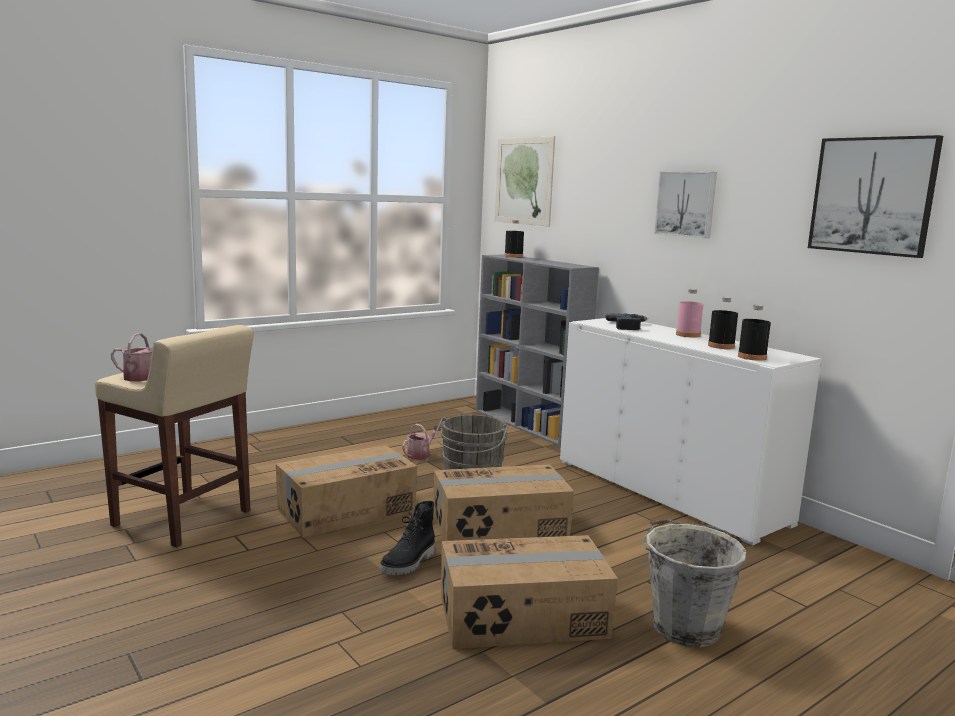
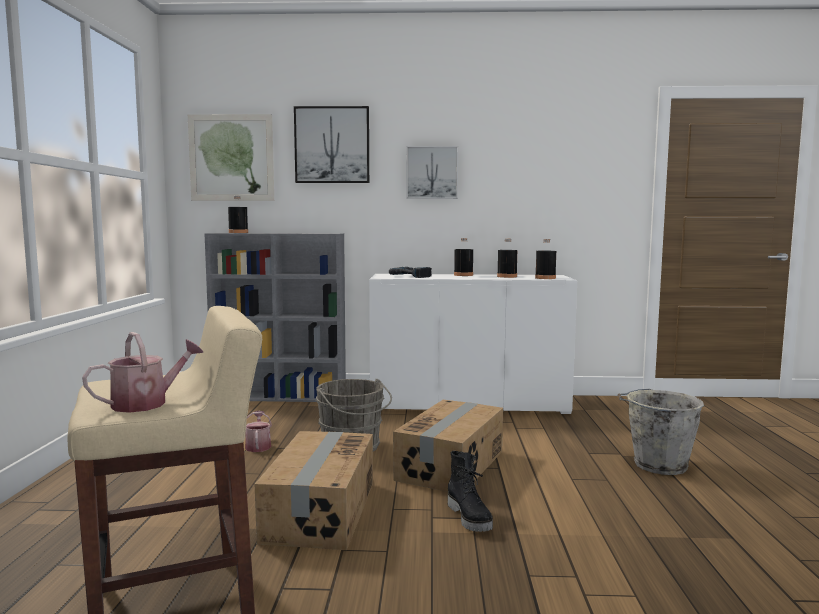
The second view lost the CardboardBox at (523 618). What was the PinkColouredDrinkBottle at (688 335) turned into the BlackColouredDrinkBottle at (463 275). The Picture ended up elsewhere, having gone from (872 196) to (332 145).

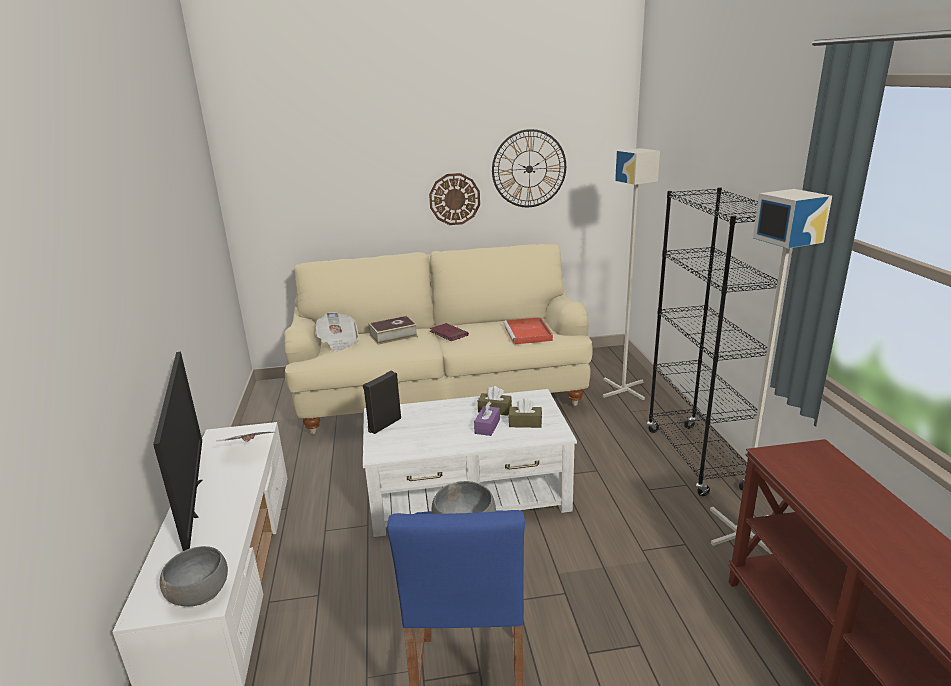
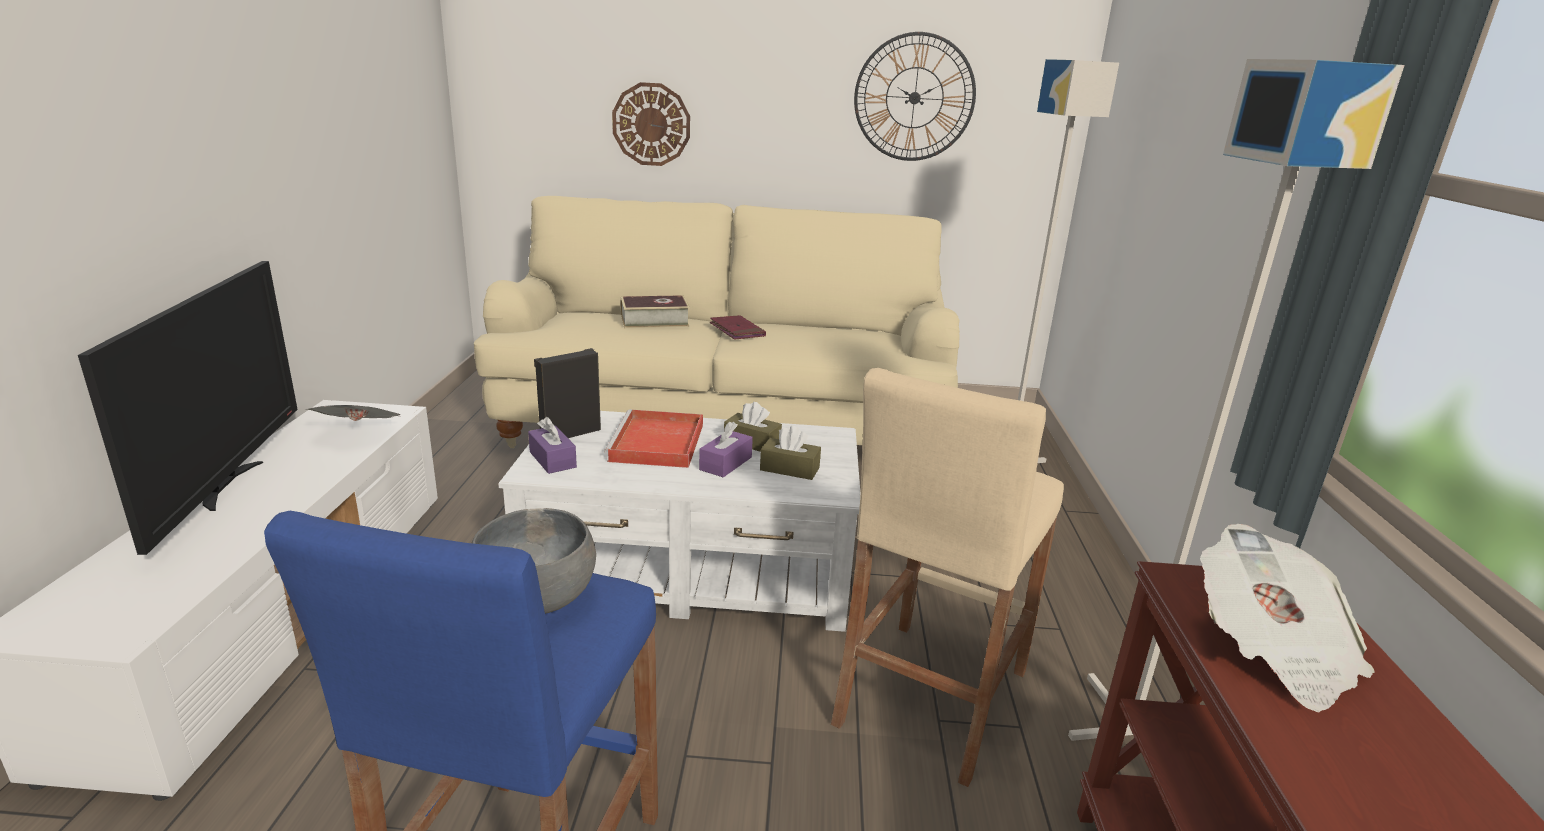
The second view lost the GreyishDeepDish at (199 594). The Newspaper ended up elsewhere, having gone from (338 342) to (1272 651). The HangingClock ended up elsewhere, having gone from (454 199) to (651 124). The RedServingTray ended up elsewhere, having gone from (528 333) to (657 444). The second view lost the BlackColouredBookcase at (695 459). The second view gained the PurpleColouredTissueHolder at (552 459). The second view gained the BeigeStoolSeat at (930 697).

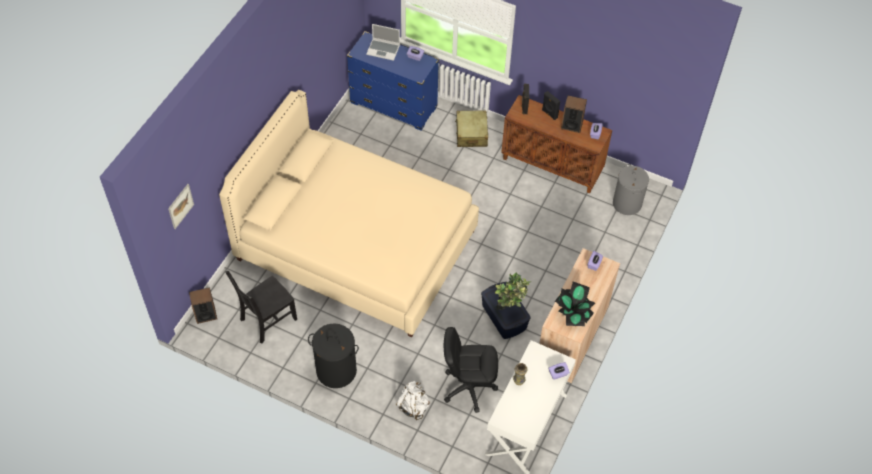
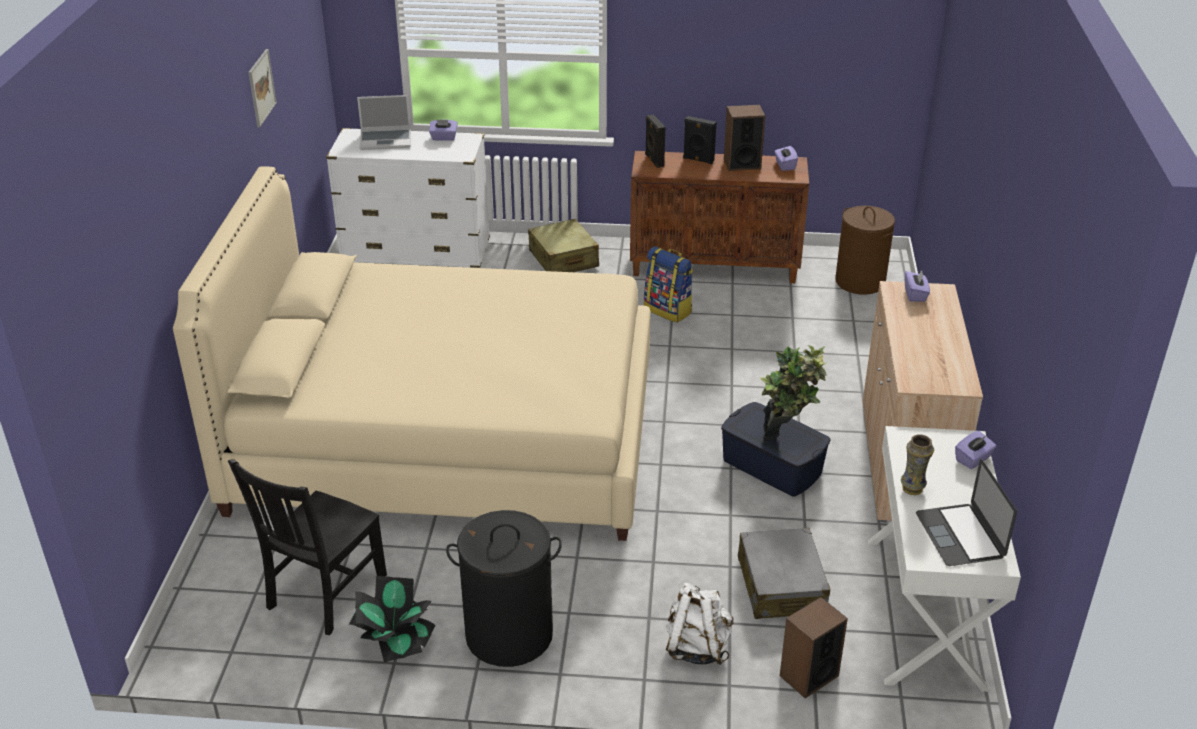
The Picture ended up elsewhere, having gone from (180 206) to (261 88). The Loudspeaker ended up elsewhere, having gone from (205 314) to (808 675). What was the BluishChestOfDrawers at (394 105) turned into the WhiteColouredChestOfDrawers at (416 255). Where the BlackColouredDeskChair stood at (468 387), the GreyishPieceOfLuggage came to stand at (781 585). The PottedPlant ended up elsewhere, having gone from (573 313) to (396 641). What was the GreyishLaundryBasket at (627 203) turned into the BrownColouredLaundryBasket at (859 281). The second view gained the Backpack at (668 310). The second view gained the NotebookComputer at (960 535).

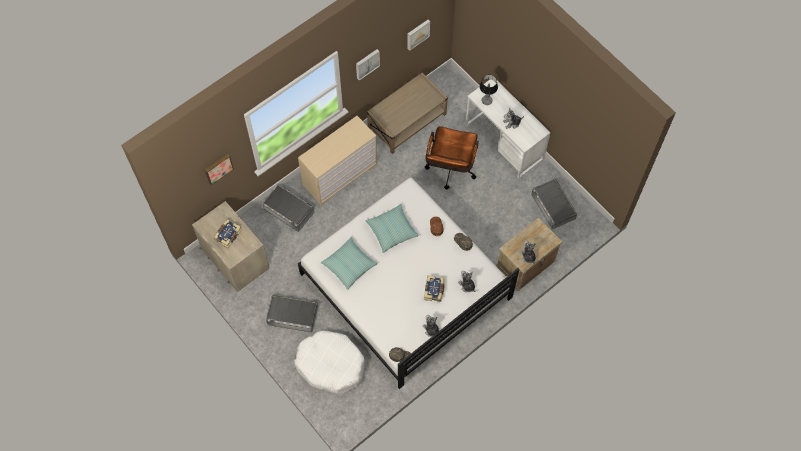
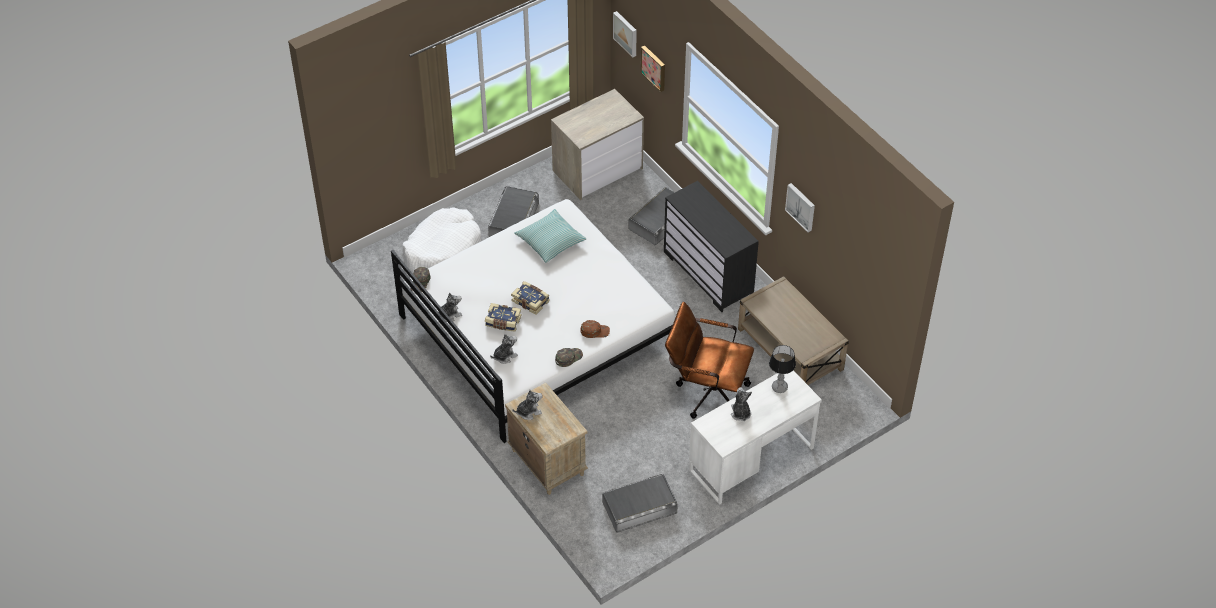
The Volume ended up elsewhere, having gone from (227 235) to (531 301). What was the BeigeChestOfDrawers at (340 174) turned into the BlackColouredChestOfDrawers at (708 273). The second view lost the ThrowPillow at (392 230). The Picture ended up elsewhere, having gone from (417 34) to (626 33).

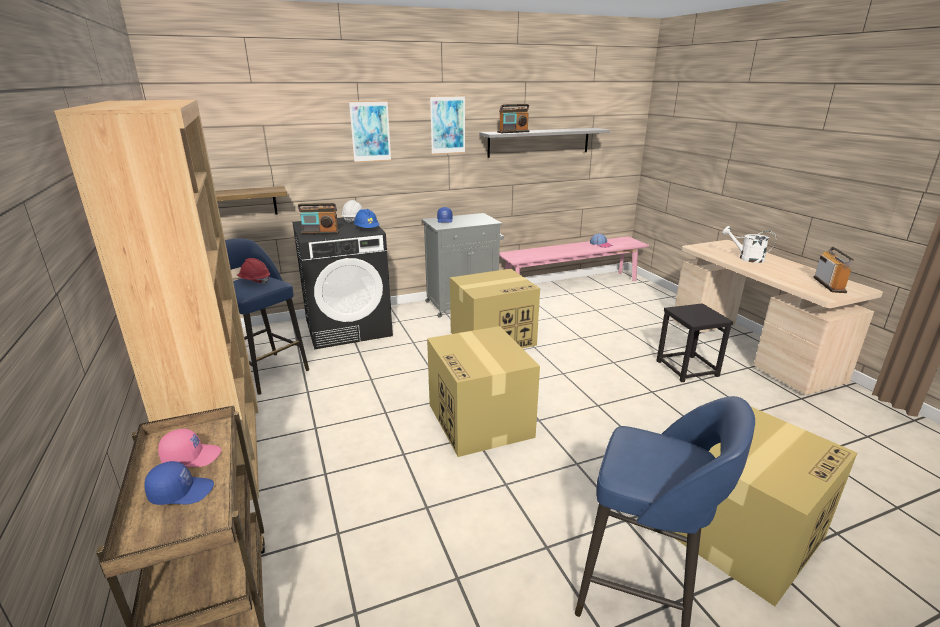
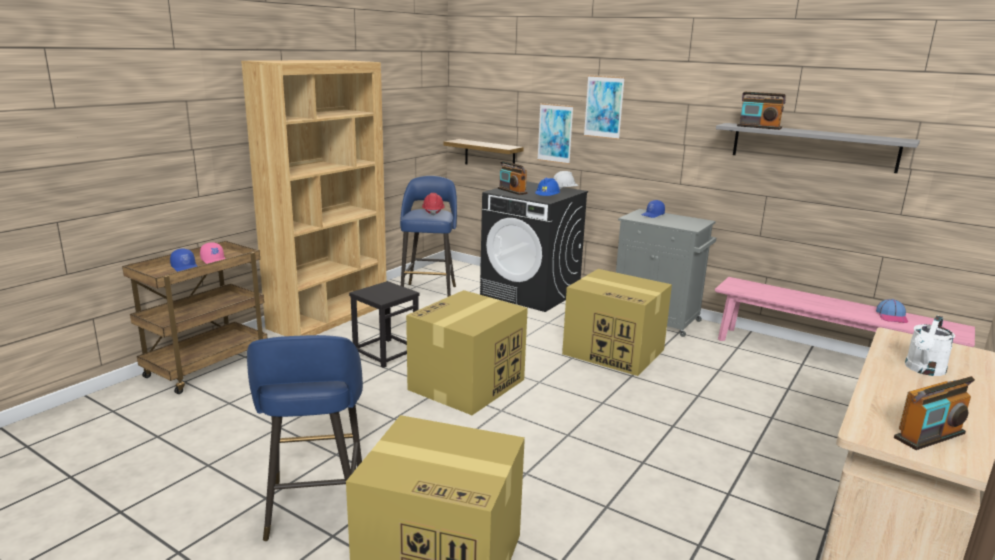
The Picture ended up elsewhere, having gone from (447 125) to (555 133). The BlackColouredStoolSeat ended up elsewhere, having gone from (686 368) to (385 353). The WhiteColouredSprinklingCan at (746 258) ended up facing another way, 135 degrees counterclockwise from before.

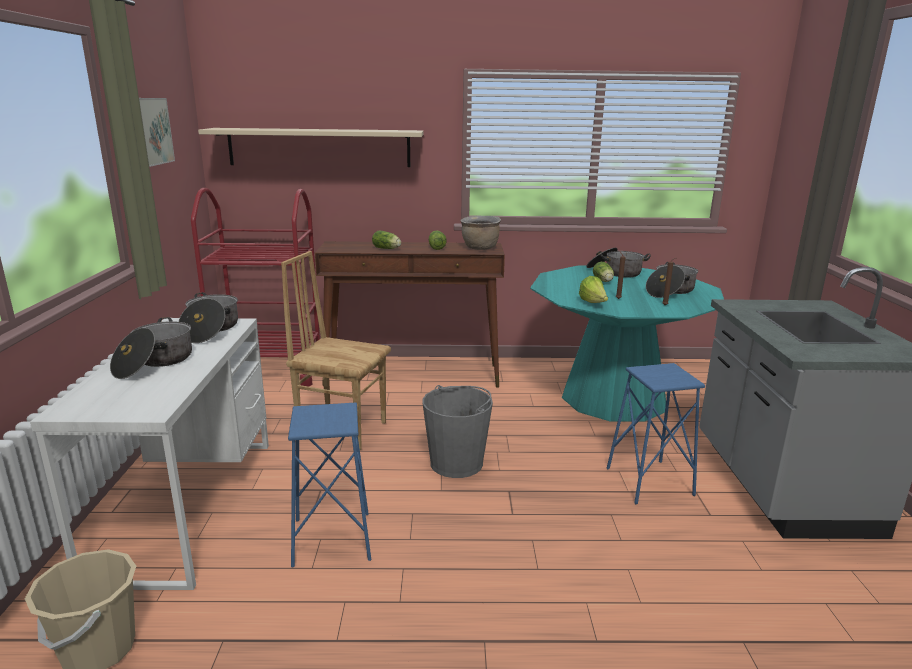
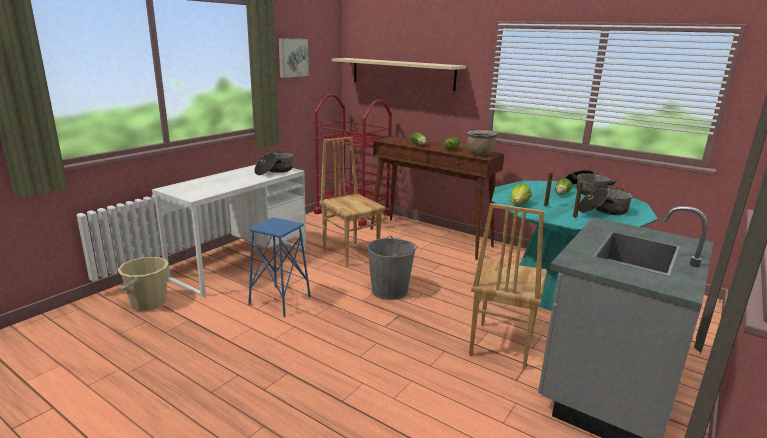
The second view lost the Saucepot at (154 363). Where the BluishStoolSeat stood at (649 482), the BrownColouredChair came to stand at (500 345).

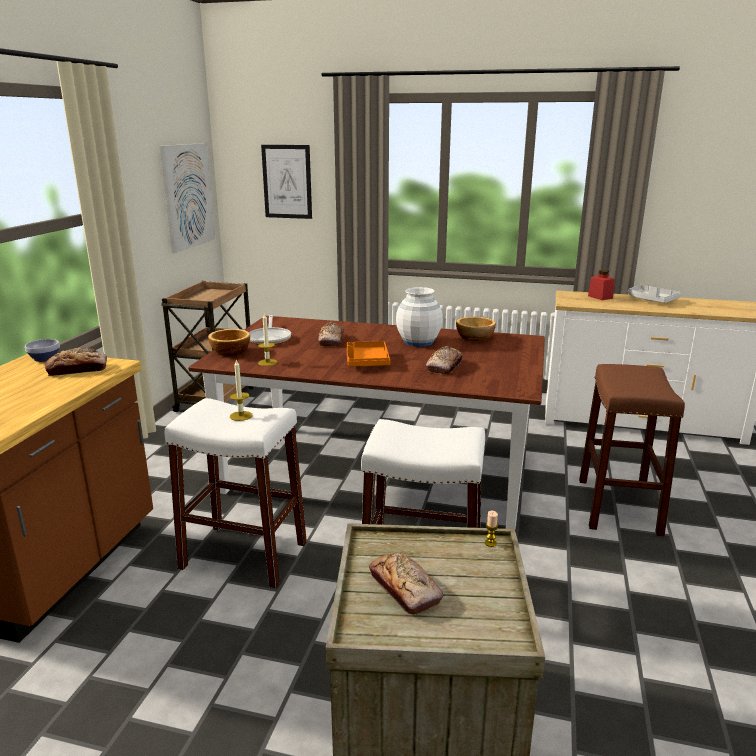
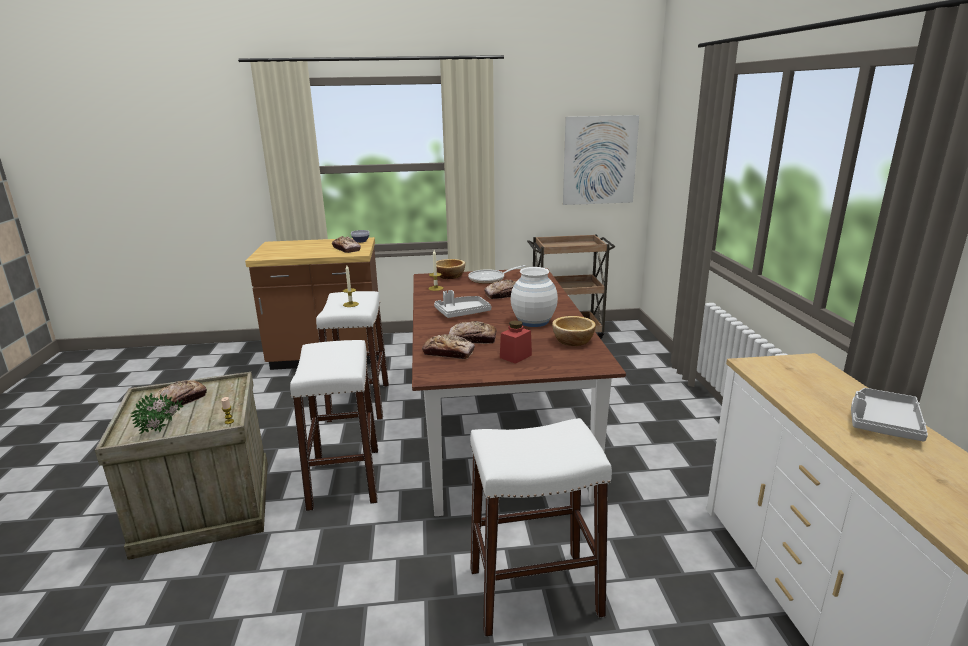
The second view lost the Picture at (287 182). What was the OrangeServingTray at (367 361) turned into the GreyishServingTray at (462 313). What was the BrownColouredStoolSeat at (618 506) turned into the WhiteColouredStoolSeat at (534 591). The RedPreserveJar ended up elsewhere, having gone from (600 297) to (515 356). The second view gained the PottedPlant at (163 429). The second view gained the Bread at (448 353).

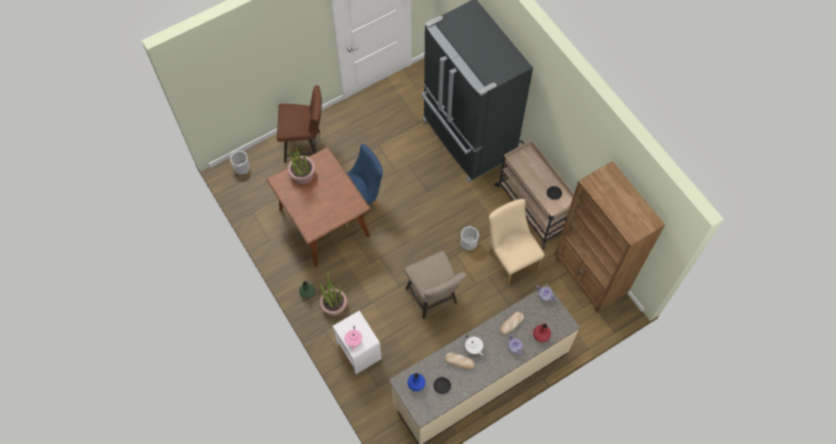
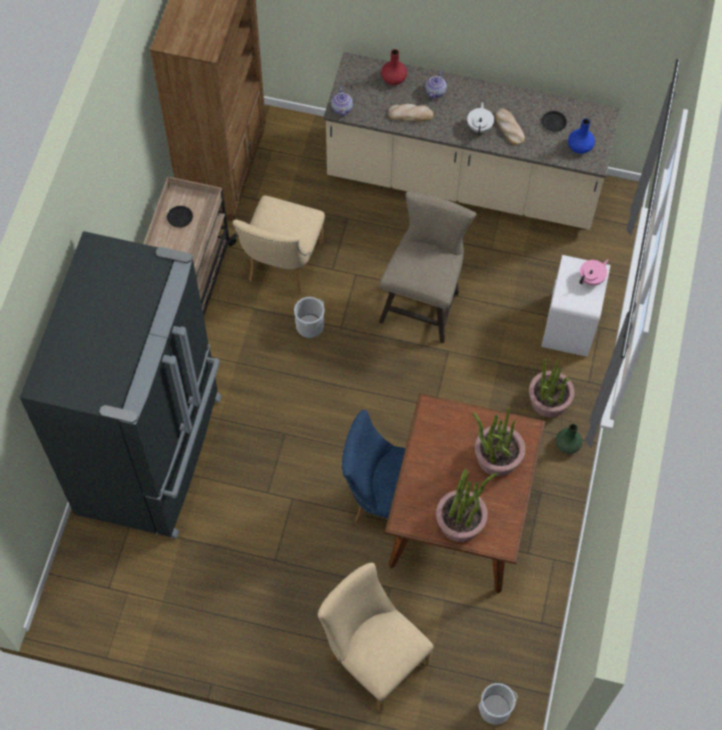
Where the BrownColouredStoolSeat stood at (305 146), the BeigeChair came to stand at (373 656). The second view gained the PottedPlant at (497 457).

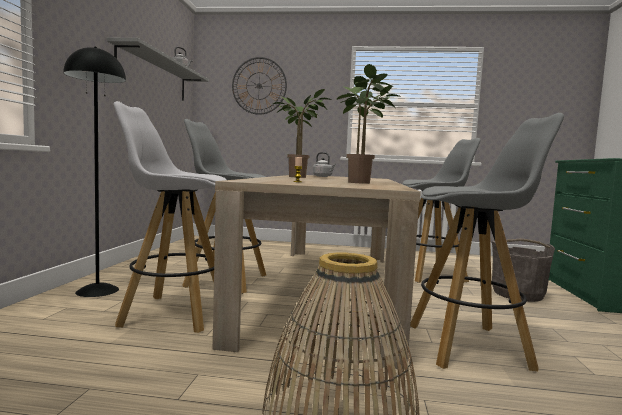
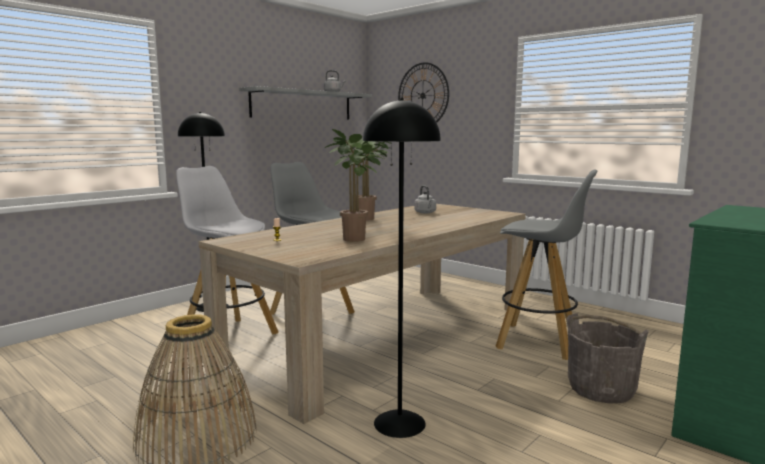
Where the GreyishStoolSeat stood at (469 346), the BlackColouredStandingLamp came to stand at (399 423).

